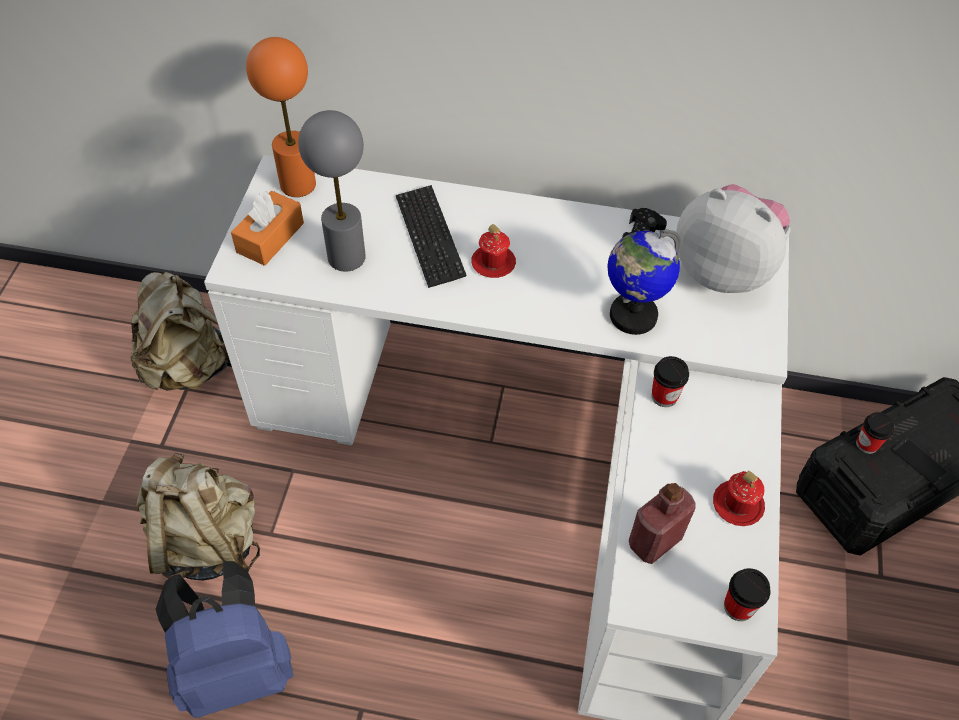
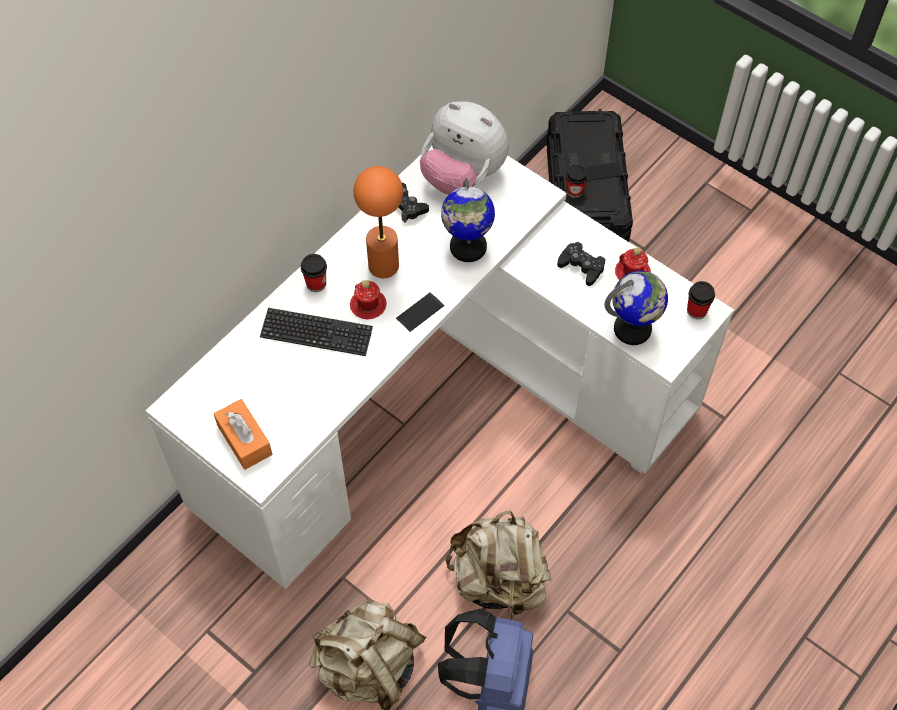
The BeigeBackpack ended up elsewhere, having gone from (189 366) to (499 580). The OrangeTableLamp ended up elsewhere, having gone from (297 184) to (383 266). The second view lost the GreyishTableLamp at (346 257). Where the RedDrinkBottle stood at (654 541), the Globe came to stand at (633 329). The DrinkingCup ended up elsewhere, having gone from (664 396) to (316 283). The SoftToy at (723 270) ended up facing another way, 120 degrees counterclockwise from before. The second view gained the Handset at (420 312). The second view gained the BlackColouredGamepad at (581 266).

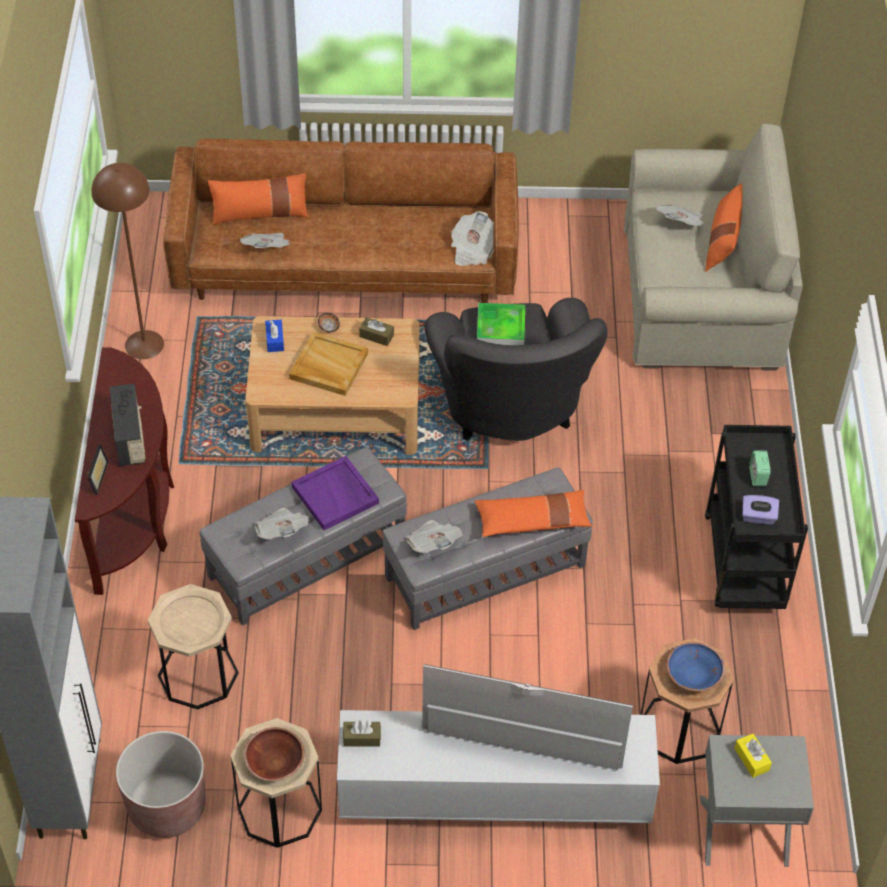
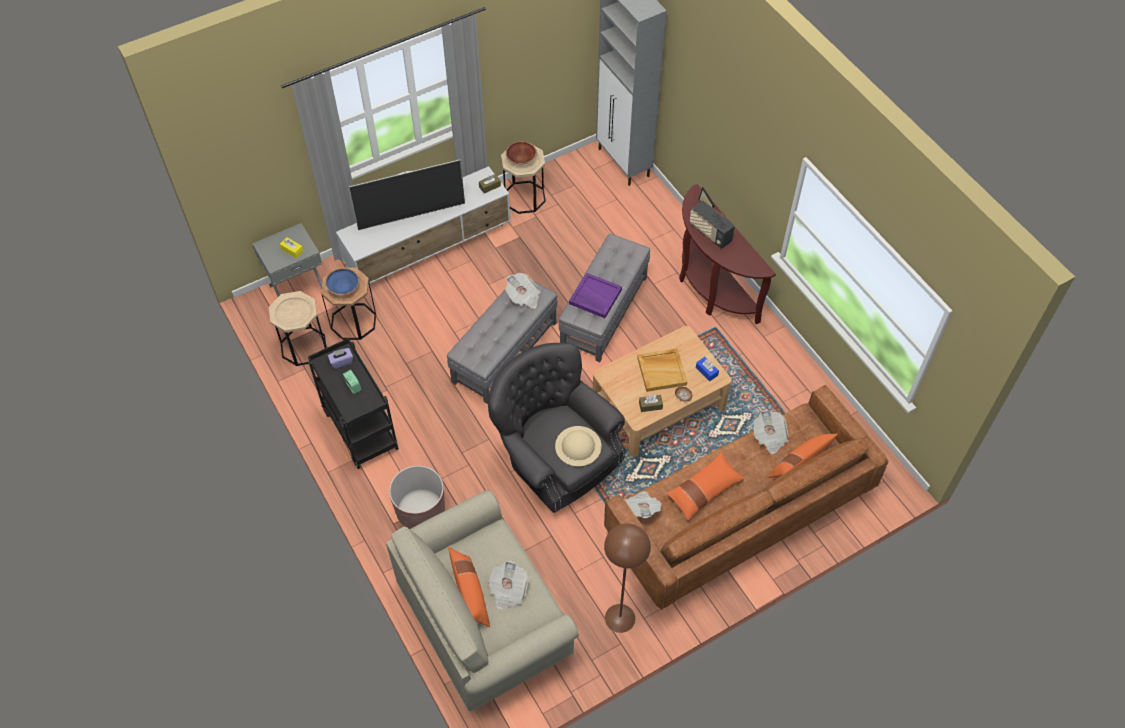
The BrownColouredStandingLamp ended up elsewhere, having gone from (144 344) to (619 618). The BrownColouredFlowerPot ended up elsewhere, having gone from (167 806) to (421 511). The BeigeEndTable ended up elsewhere, having gone from (198 674) to (303 346). The second view lost the Newspaper at (282 532). The OrangeThrowPillow ended up elsewhere, having gone from (532 521) to (704 490). Where the ServingTray stood at (500 327), the BeigeClothingHat came to stand at (578 446).

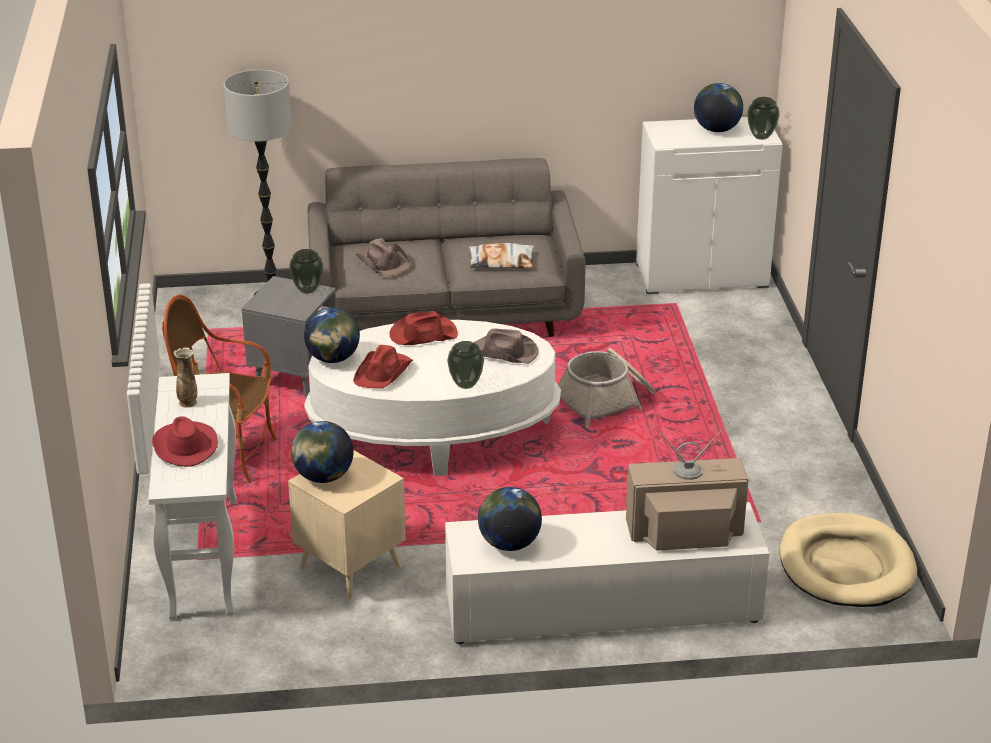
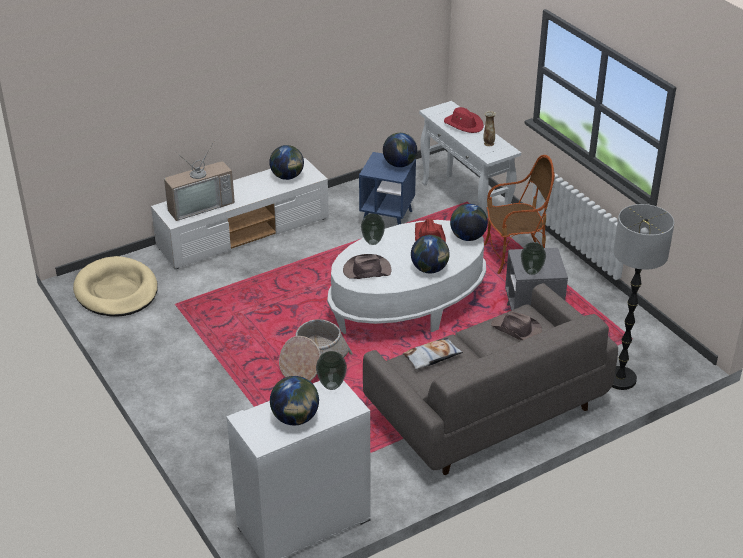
What was the BeigeEndTable at (350 567) turned into the BluishEndTable at (387 218). Where the RedClothingHat stood at (422 334), the Globe came to stand at (429 269). The Vase ended up elsewhere, having gone from (761 137) to (331 385).

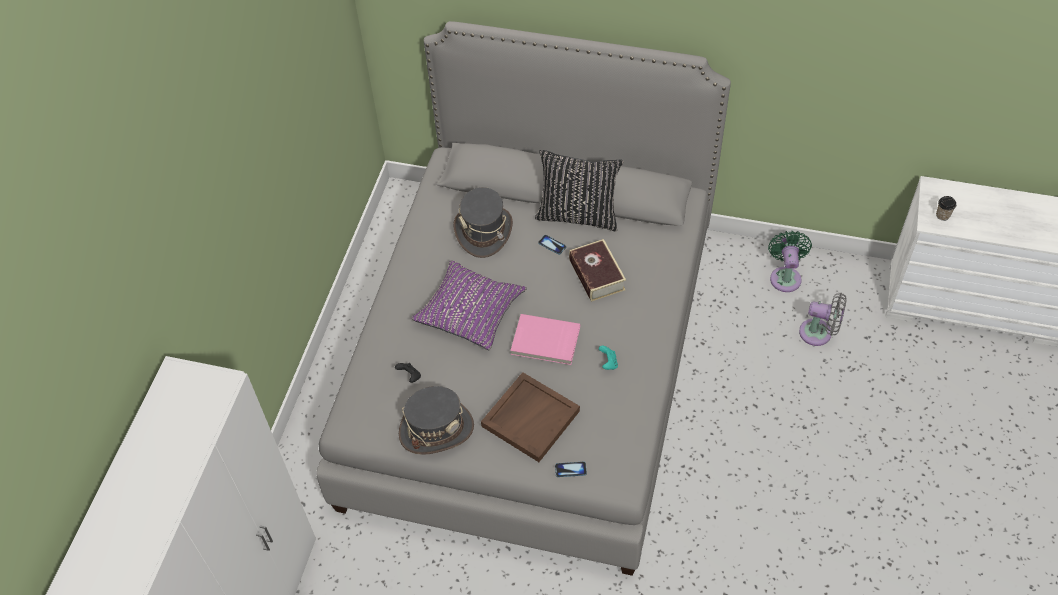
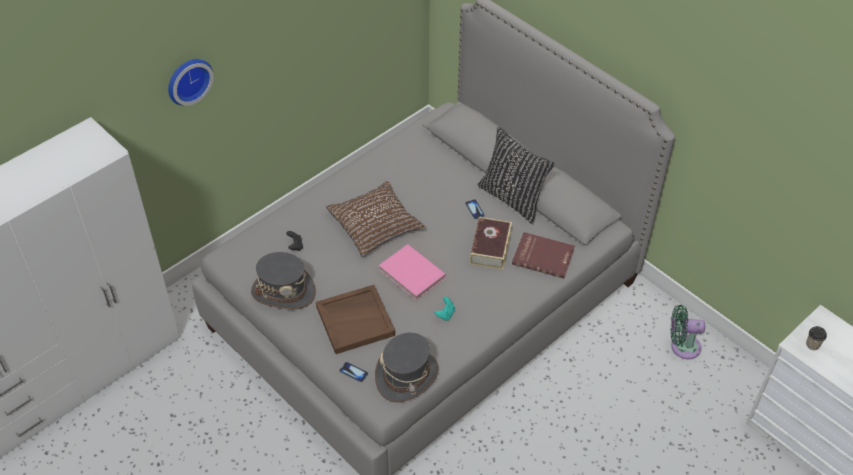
What was the PurpleColouredThrowPillow at (470 311) turned into the BrownColouredThrowPillow at (375 224). The GreyishClothingHat ended up elsewhere, having gone from (484 231) to (407 376). The GreenCoolingFan at (785 276) ended up facing another way, 120 degrees counterclockwise from before. The second view lost the GreyishCoolingFan at (819 333). The second view gained the HangingClock at (187 79). The second view gained the RedVolume at (543 256).

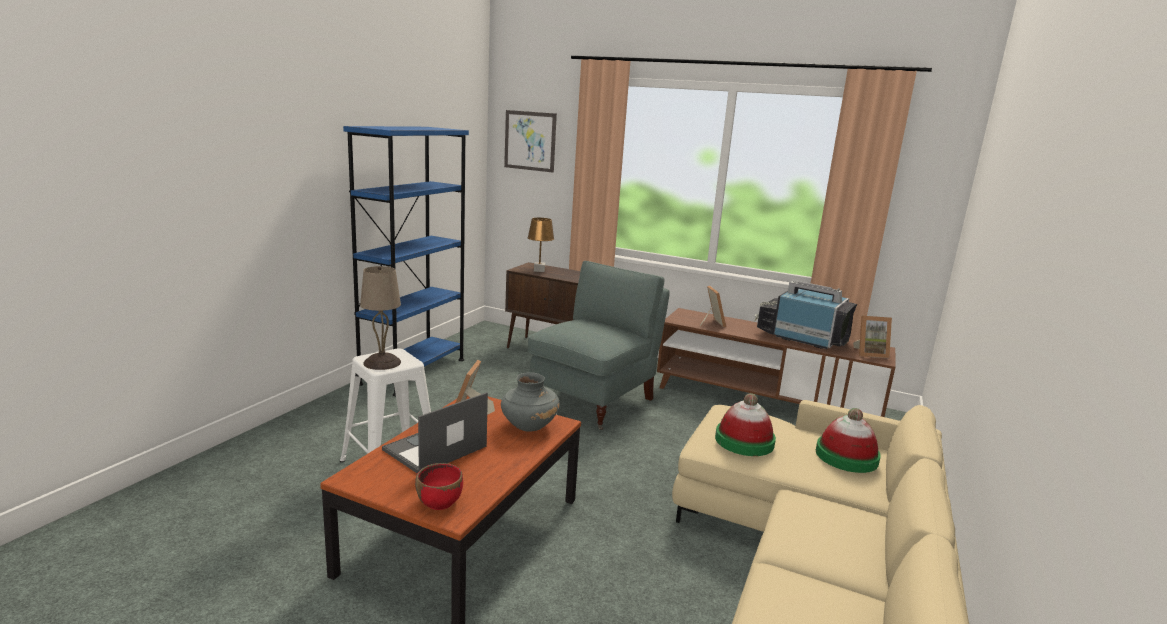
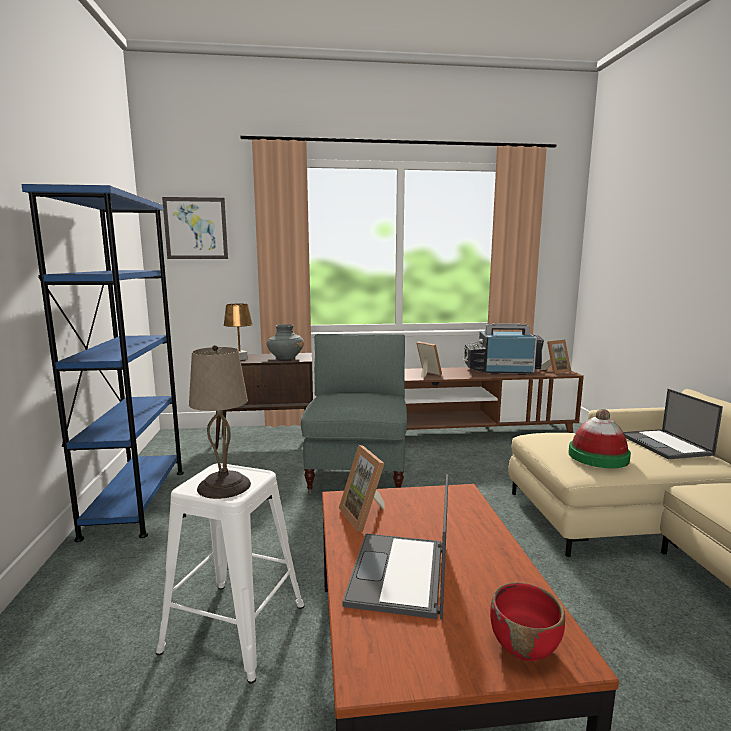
The GreyishVase ended up elsewhere, having gone from (528 426) to (285 358). Where the ClothingHat stood at (846 456), the NotebookComputer came to stand at (666 445).

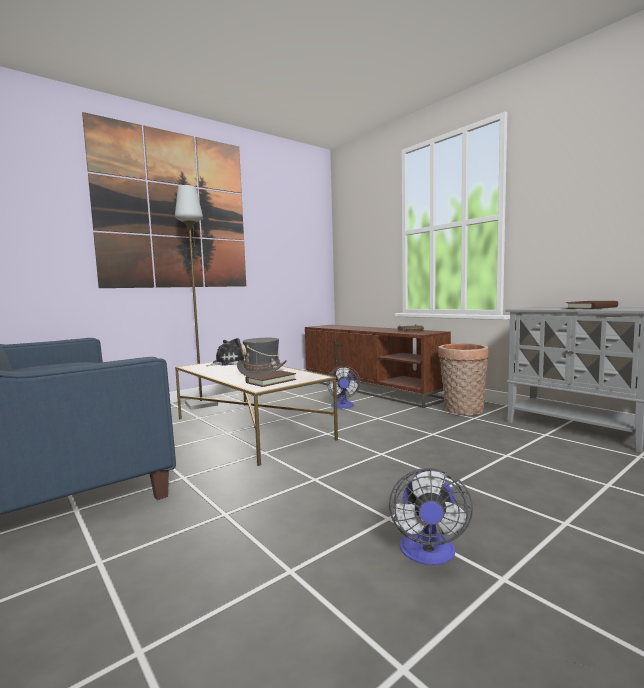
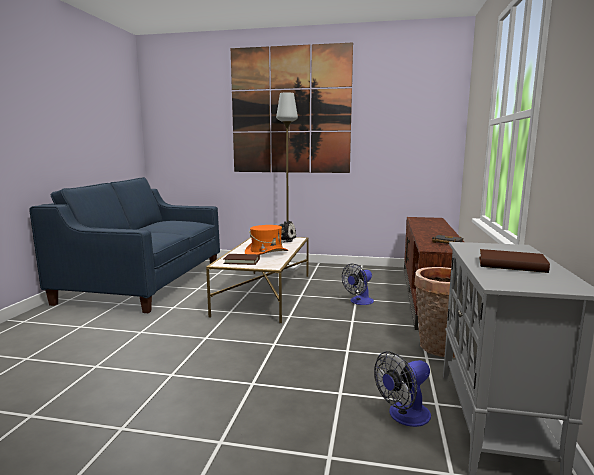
What was the GreyishClothingHat at (262 372) turned into the OrangeClothingHat at (266 253). The CoolingFan ended up elsewhere, having gone from (428 554) to (404 416).

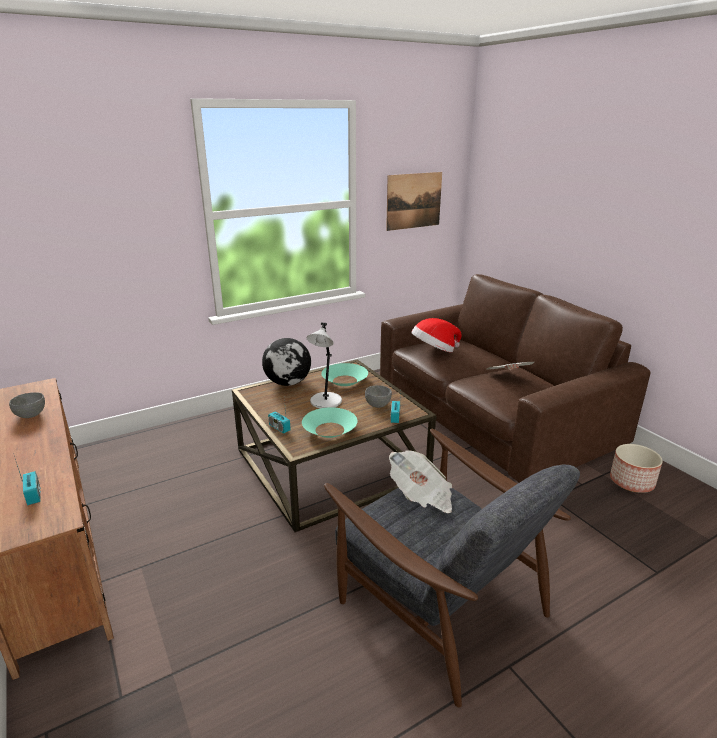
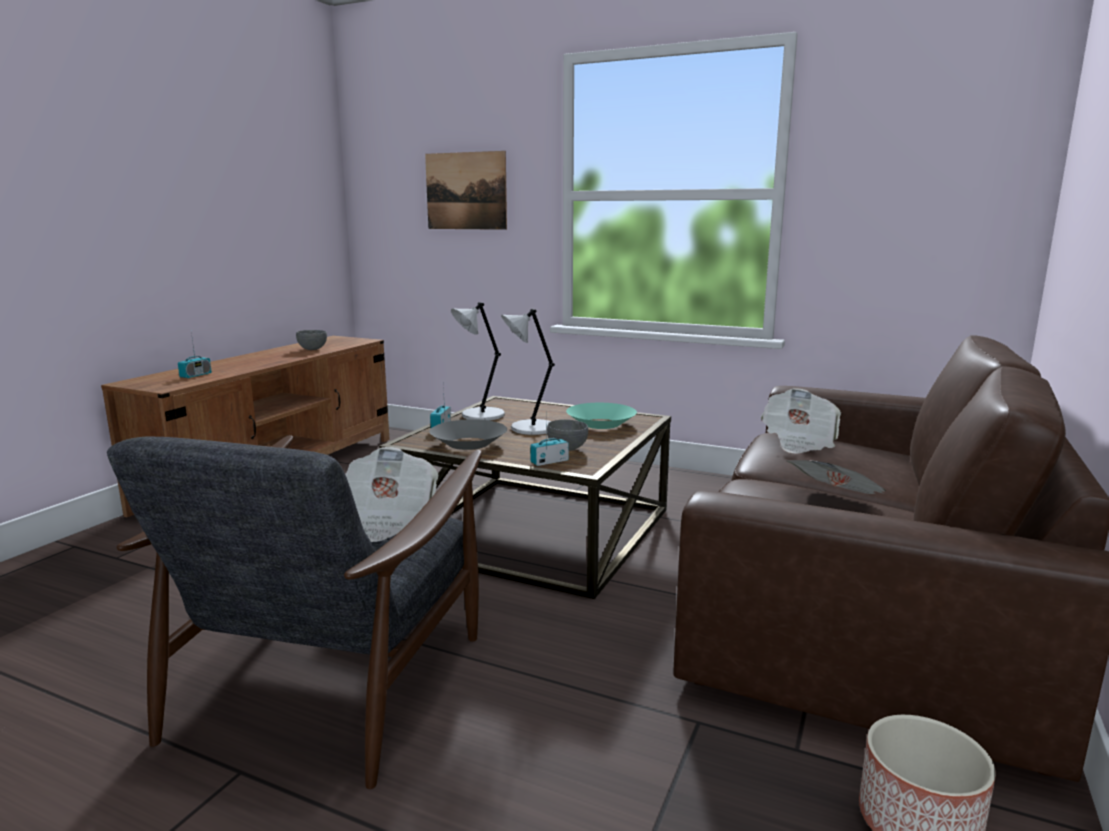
The second view lost the Globe at (288 383). What was the TurquoiseColouredDeepDish at (330 430) turned into the GreyishDeepDish at (468 443). The Picture ended up elsewhere, having gone from (414 201) to (466 191). Where the ClothingHat stood at (434 351), the Newspaper came to stand at (798 442). The second view gained the GreyishTableLamp at (480 415).

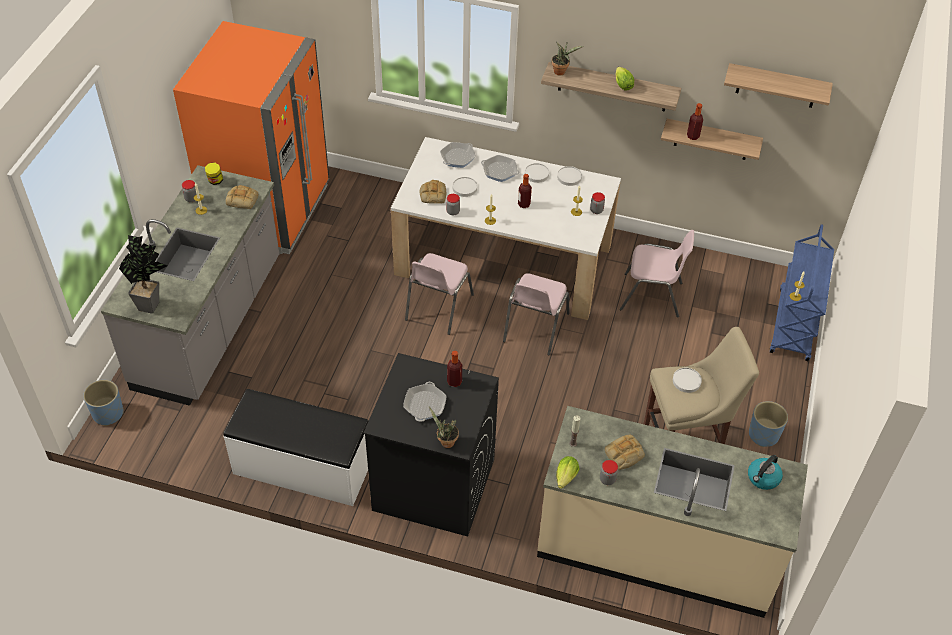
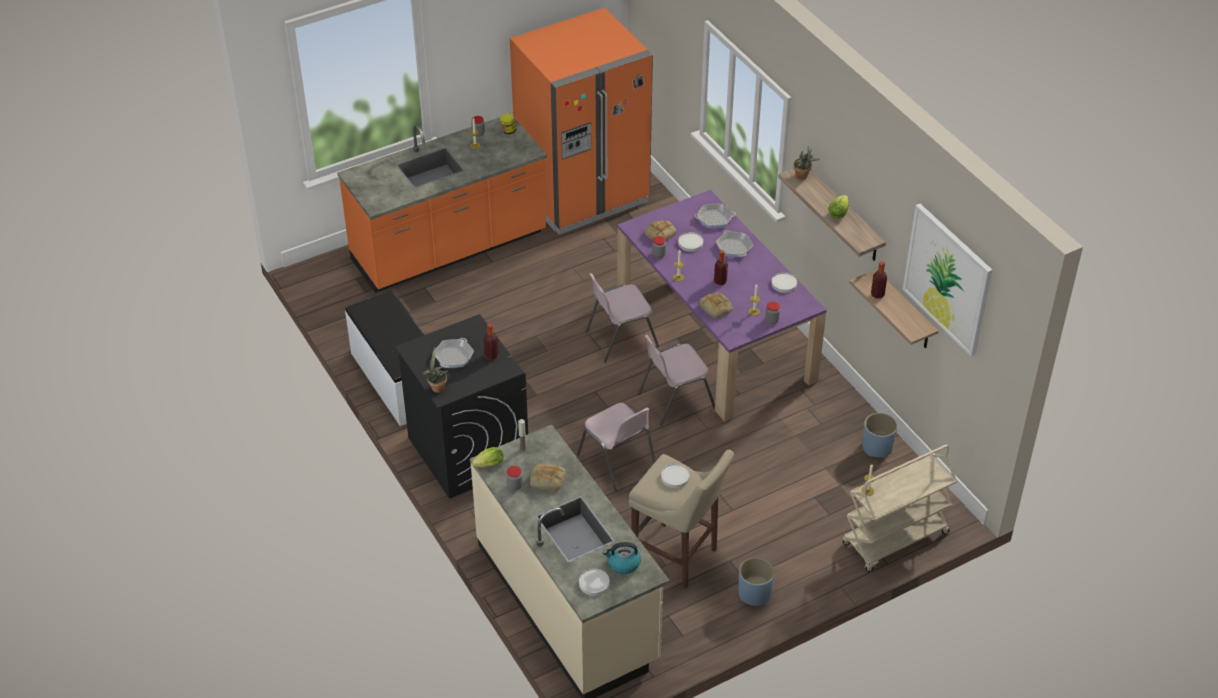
The BluishFlowerPot ended up elsewhere, having gone from (108 413) to (877 447). What was the GreyishKitchenBaseUnit at (210 324) turned into the OrangeKitchenBaseUnit at (449 249). The second view lost the PottedPlant at (152 303). The Bread ended up elsewhere, having gone from (243 199) to (716 308). What was the WhiteColouredDinnerTable at (504 259) turned into the PurpleColouredDinnerTable at (715 337). The FryingPan at (425 405) ended up facing another way, 150 degrees clockwise from before. The WhiteColouredDinnerPlate ended up elsewhere, having gone from (537 174) to (594 583). The PinkColouredChair ended up elsewhere, having gone from (652 296) to (617 462). Where the BracketShelf hung at (777 86), the Picture came to hang at (948 279). What was the BluishCart at (794 325) turned into the BeigeCart at (894 540).

